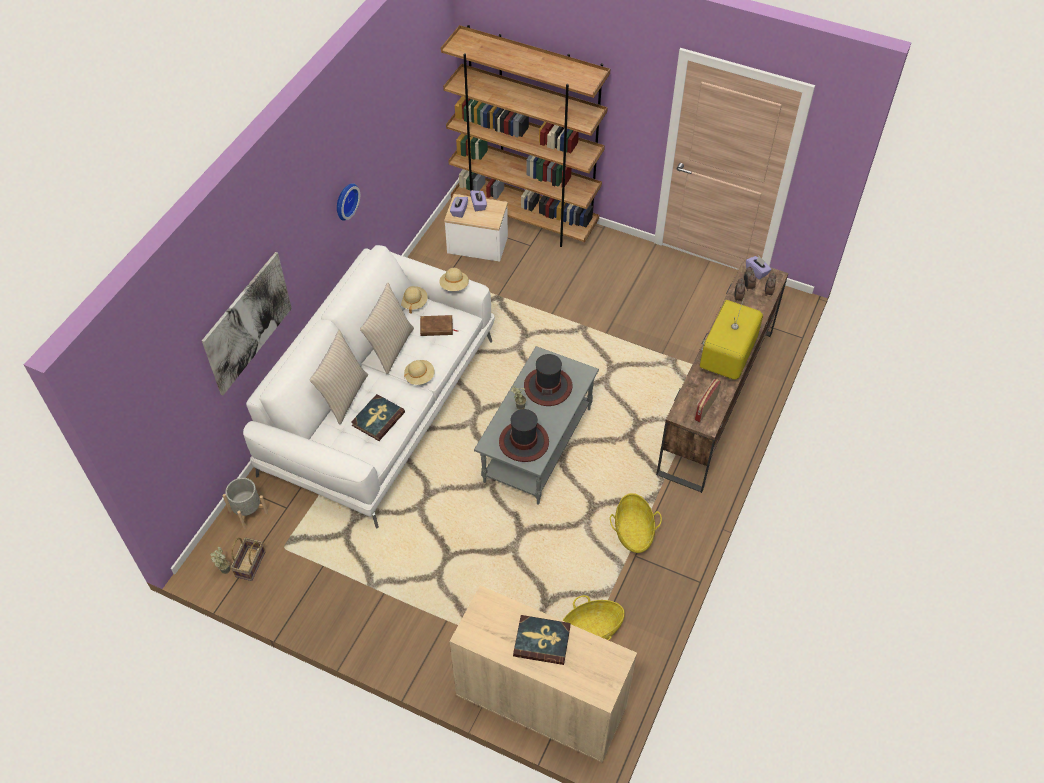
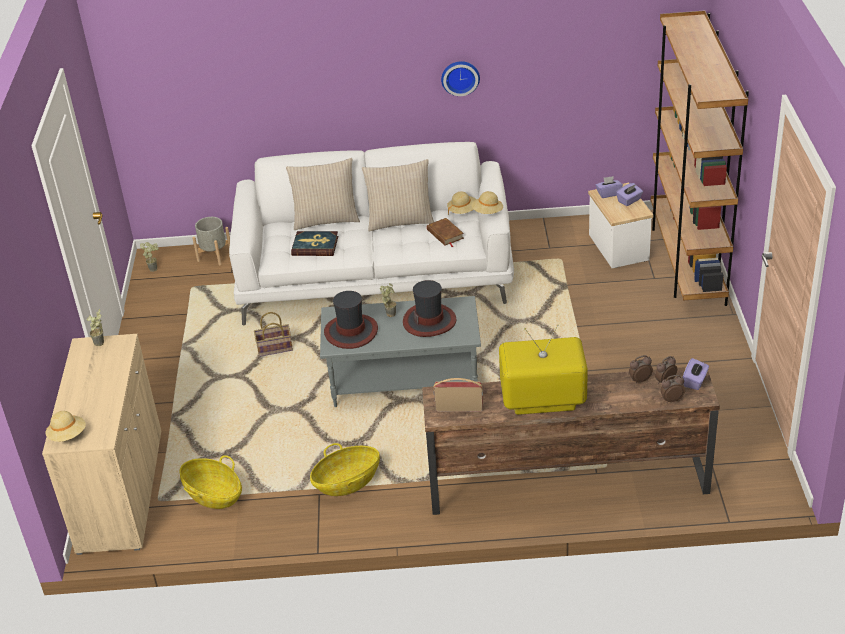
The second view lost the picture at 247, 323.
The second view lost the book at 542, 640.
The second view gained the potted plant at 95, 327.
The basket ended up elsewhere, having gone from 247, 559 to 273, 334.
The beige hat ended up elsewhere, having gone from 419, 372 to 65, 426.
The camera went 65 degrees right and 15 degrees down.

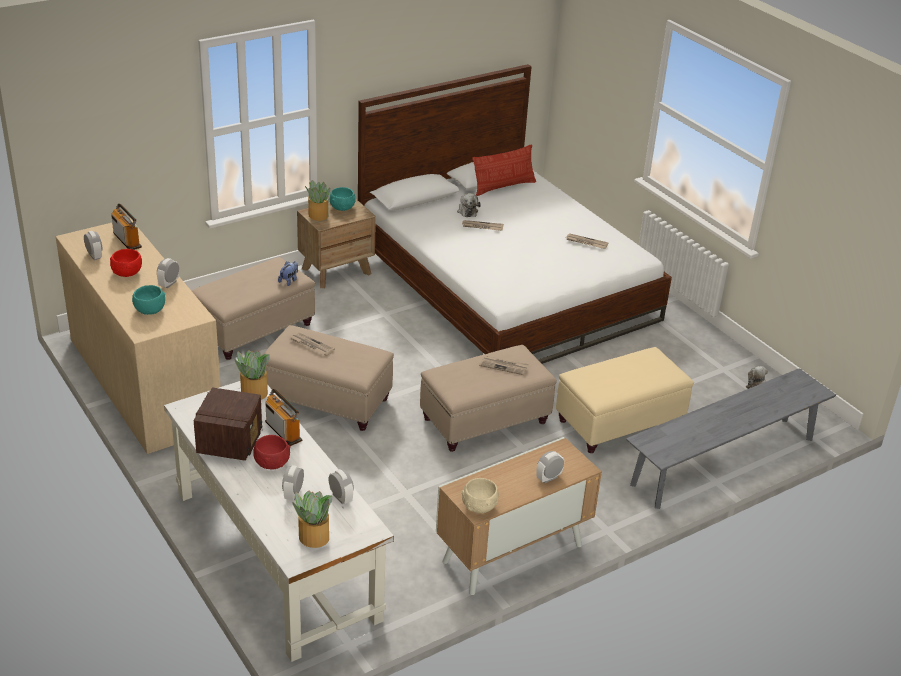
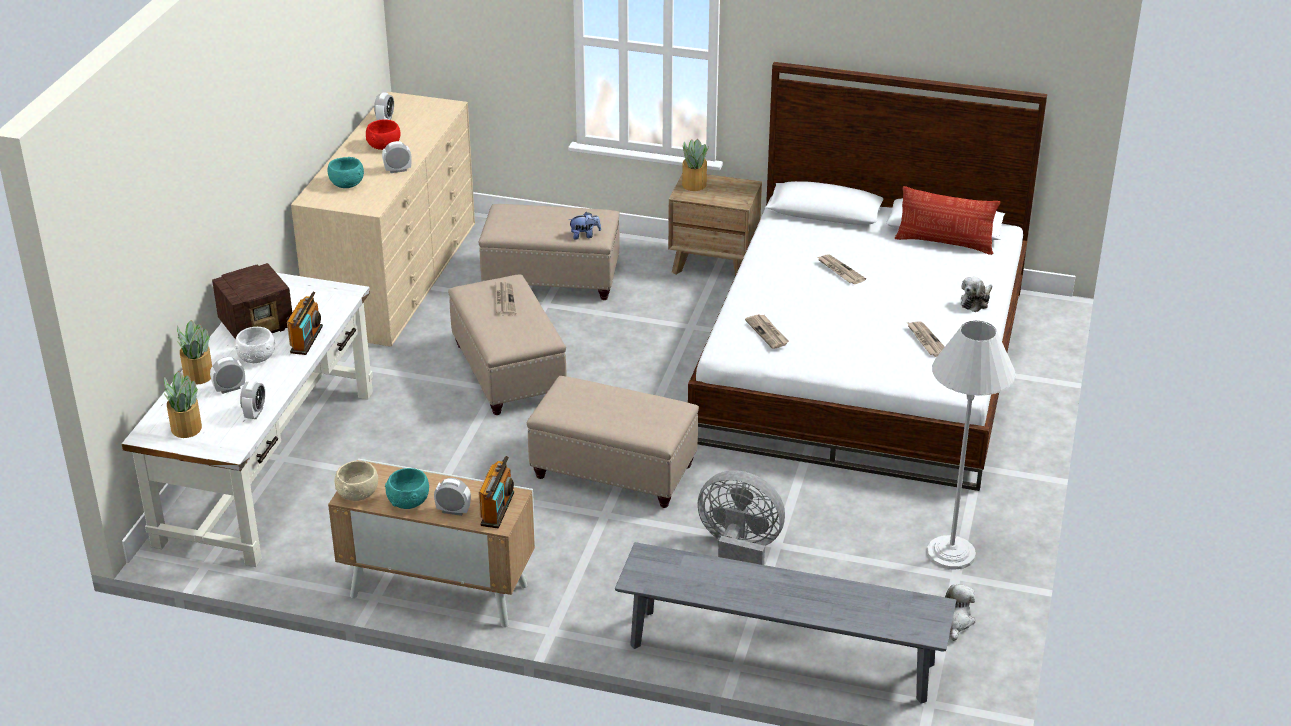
The second view gained the white floor lamp at 971, 445.
The radio ended up elsewhere, having gone from 126, 227 to 496, 492.
The potted plant ended up elsewhere, having gone from 252, 375 to 194, 352.
The turquoise bowl ended up elsewhere, having gone from 343, 199 to 407, 488.
The plush toy ended up elsewhere, having gone from 469, 205 to 977, 294.
The newspaper ended up elsewhere, having gone from 504, 365 to 767, 331.
Where the beige ottoman stood at 625, 400, the grey fan came to stand at 741, 517.
What was the red bowl at 271, 452 turned into the white bowl at 255, 345.
The camera went 50 degrees right and 0 degrees up.

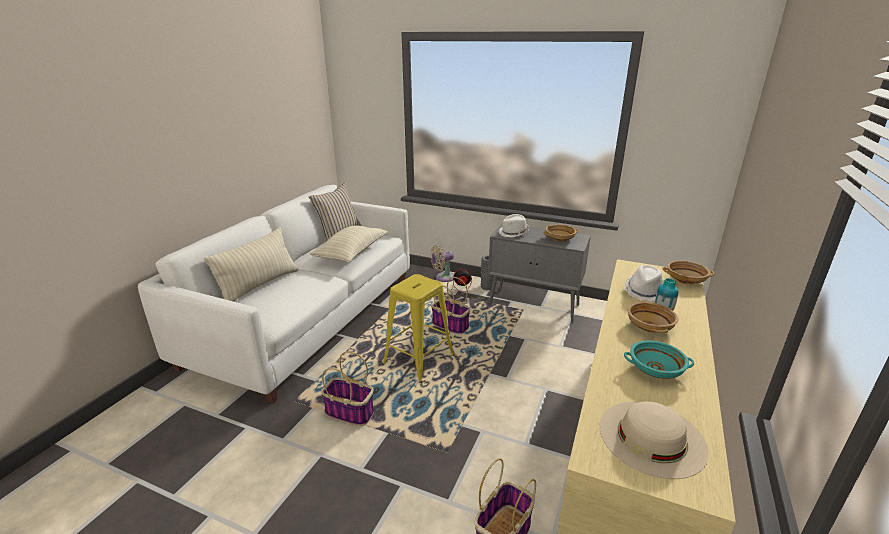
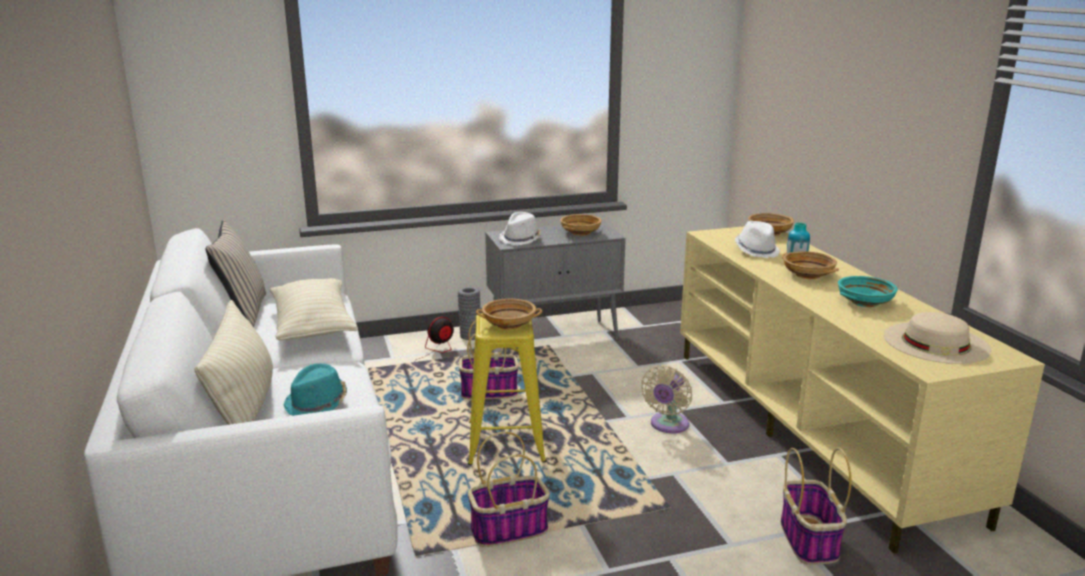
The second view gained the turquoise hat at 315, 389.
The second view gained the beige bowl at 509, 314.
The beige fan ended up elsewhere, having gone from 442, 263 to 666, 399.
The camera went 40 degrees left and 5 degrees down.

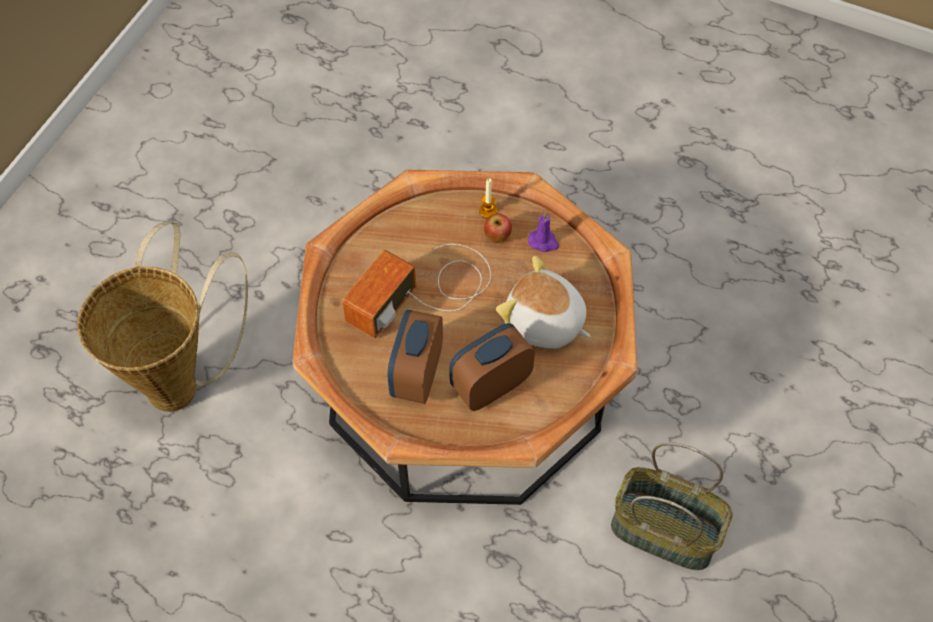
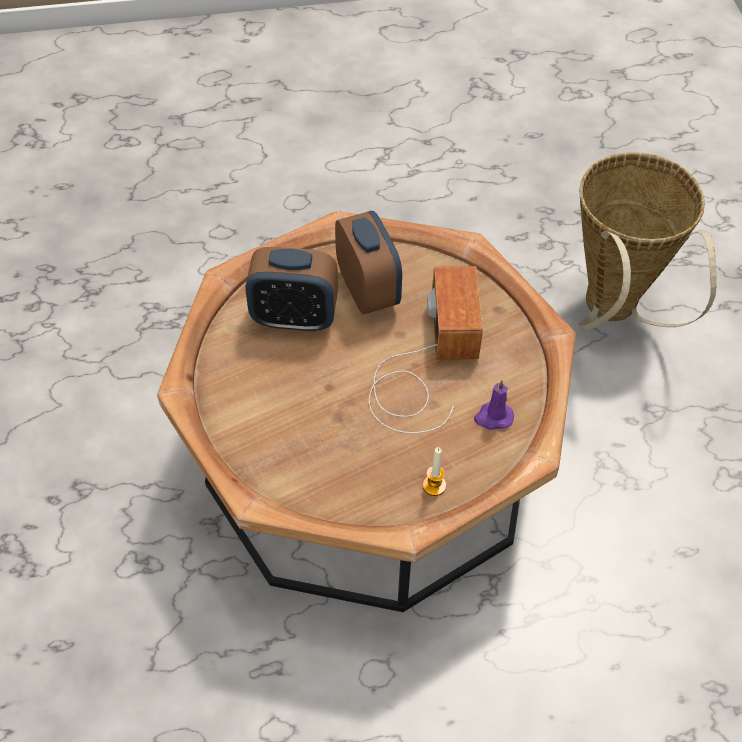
The second view lost the apple at 498, 228.
The second view lost the plush toy at 543, 302.
The second view lost the basket at 672, 506.
The purple candle ended up elsewhere, having gone from 543, 232 to 494, 405.
The alarm clock at 492, 367 ended up facing another way, 75 degrees clockwise from before.
The camera went 145 degrees right and 5 degrees down.

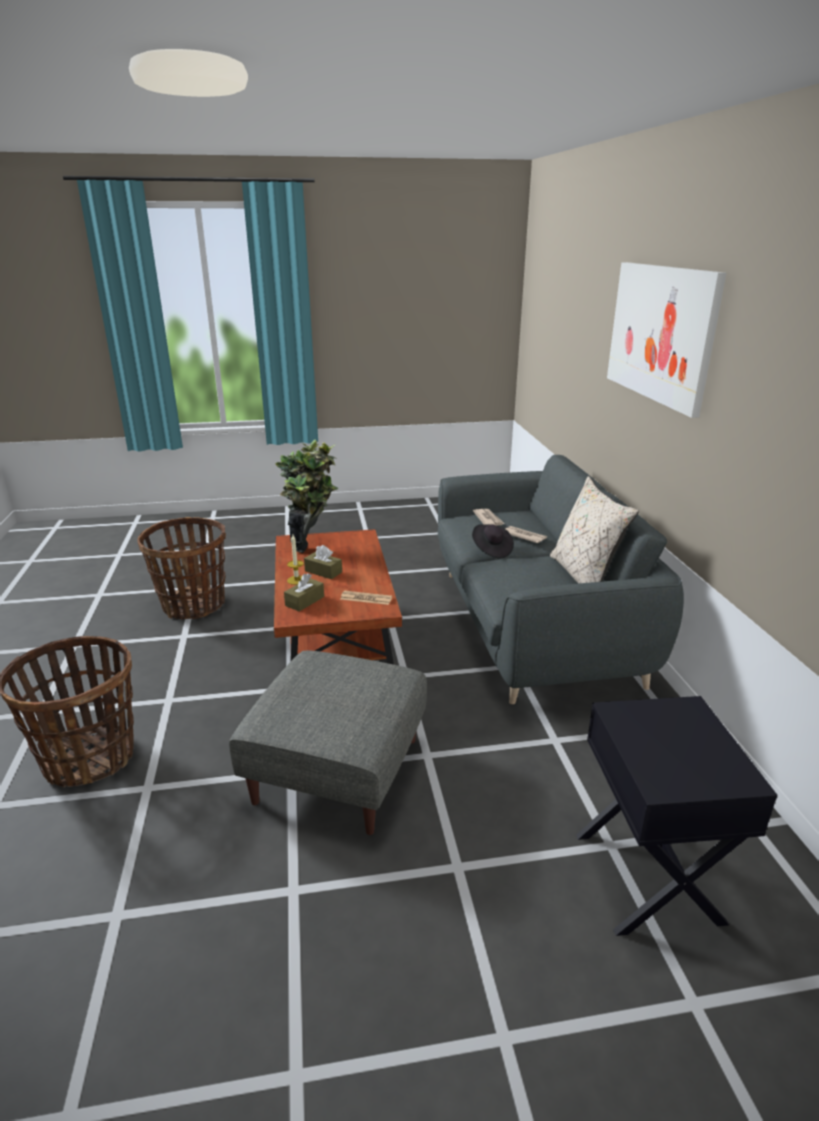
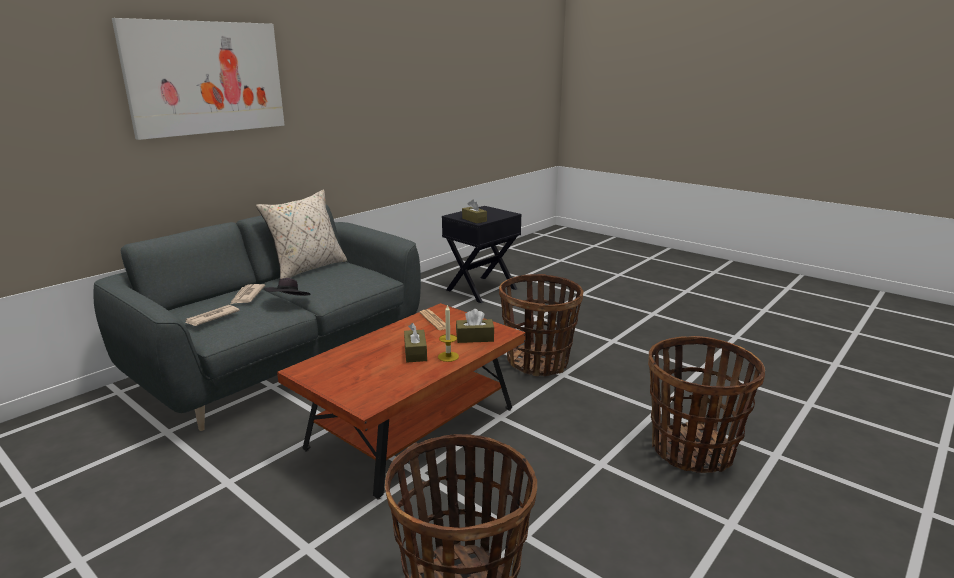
The second view lost the potted plant at 306, 496.
The second view gained the brown tissue box at 474, 211.
Where the grey ottoman stood at 328, 742, the basket came to stand at 541, 325.
The camera went 130 degrees left and 5 degrees down.

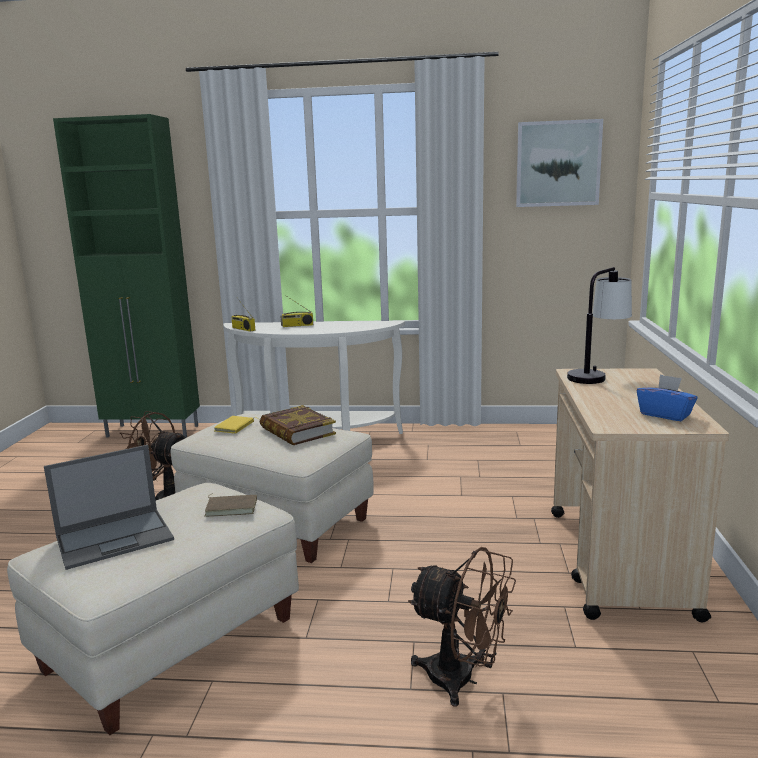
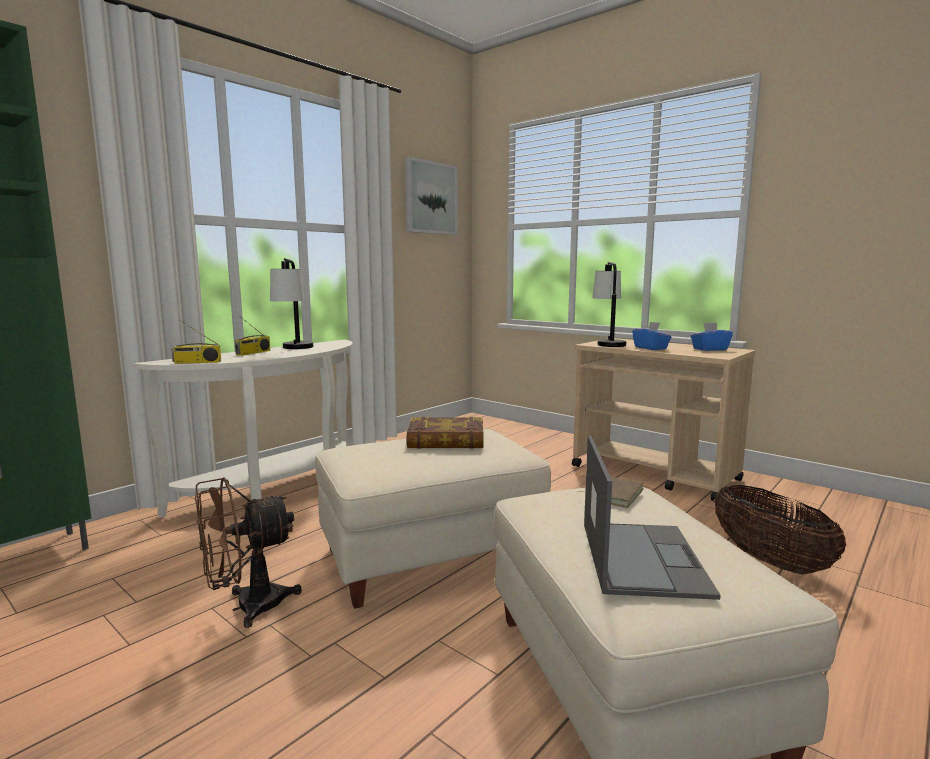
The second view lost the yellow book at 236, 425.
The second view gained the table lamp at 291, 303.
The second view gained the blue tissue box at 651, 336.
Where the brown fan stood at 462, 627, the basket came to stand at 780, 530.
The camera went 55 degrees left and 5 degrees down.

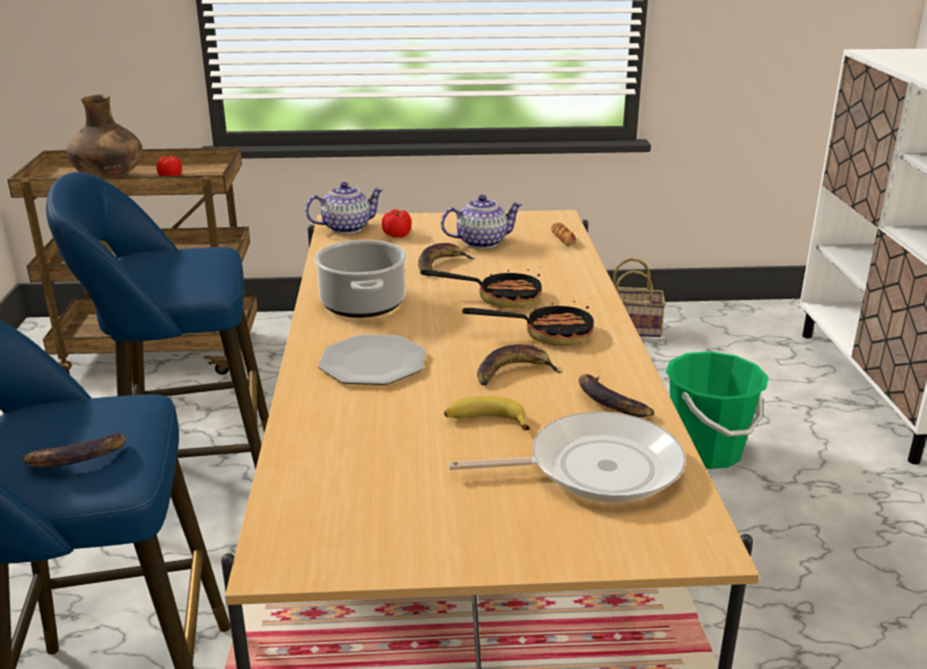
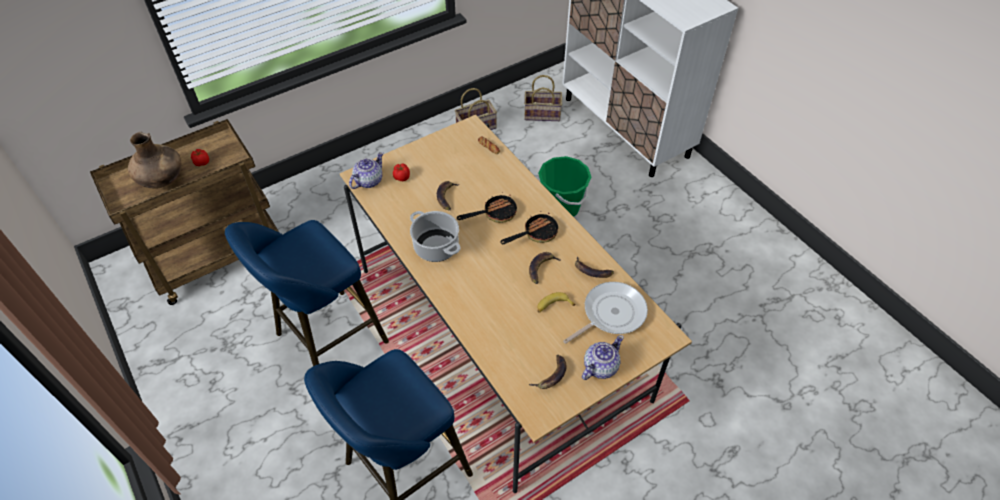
The second view lost the plate at 372, 359.
The second view gained the basket at 543, 98.
The banana ended up elsewhere, having gone from 73, 450 to 547, 372.
The teapot ended up elsewhere, having gone from 482, 222 to 603, 357.
The camera went 30 degrees left and 25 degrees up.

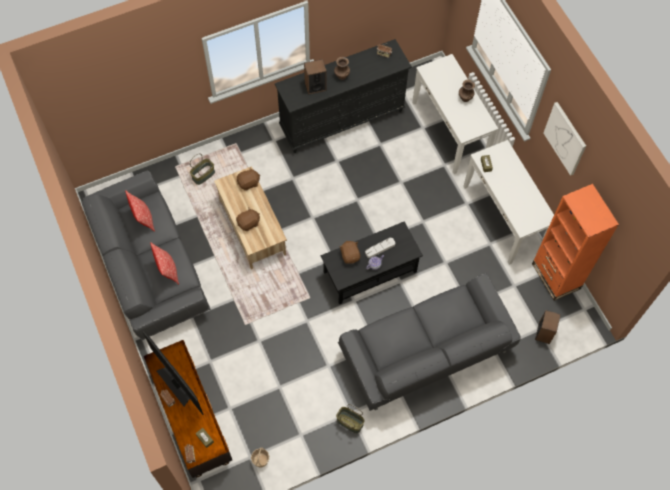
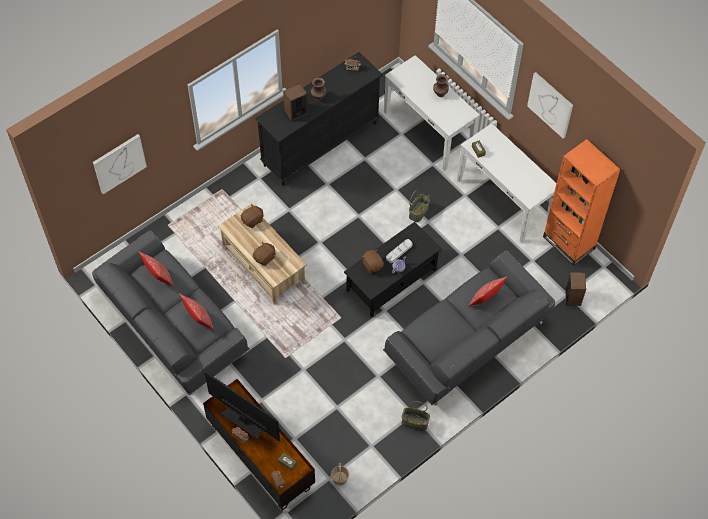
The second view gained the picture at 120, 164.
The second view gained the pillow at 487, 291.
The basket ended up elsewhere, having gone from 202, 169 to 419, 205.
The camera went 15 degrees left and 5 degrees down.

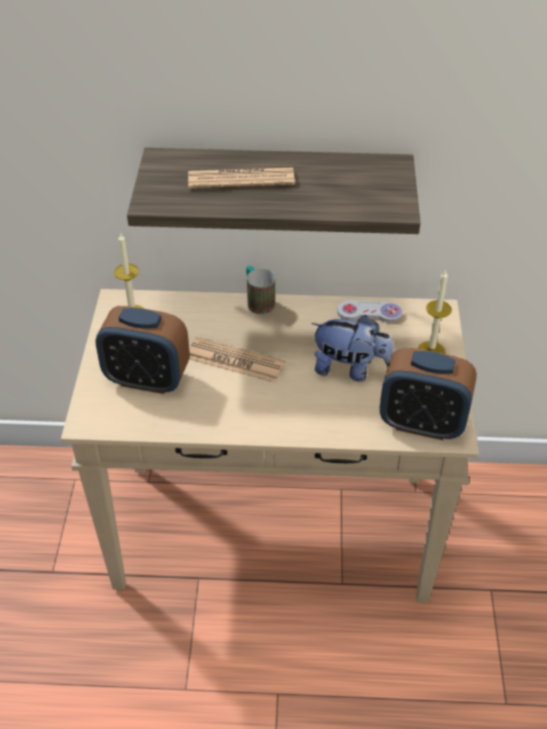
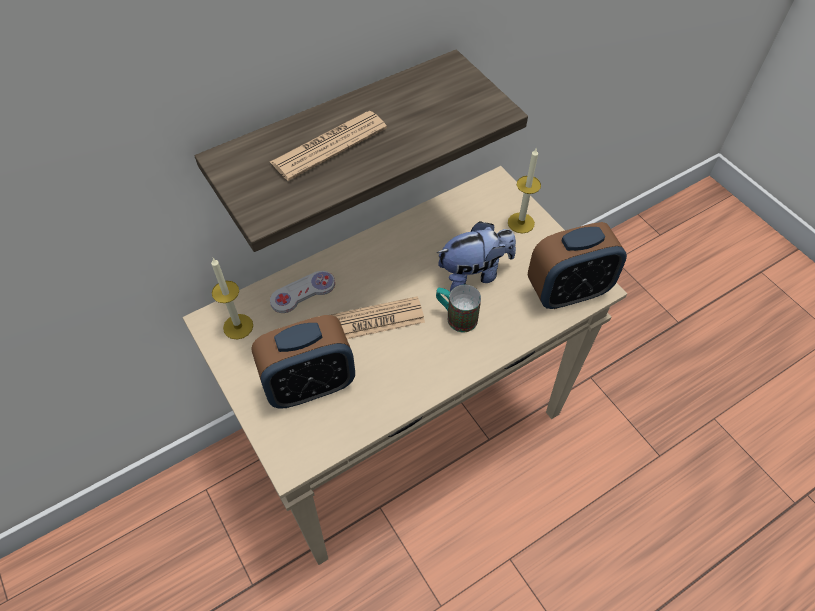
The mug ended up elsewhere, having gone from 260, 290 to 458, 308.
The white game controller ended up elsewhere, having gone from 370, 311 to 302, 292.
The camera went 35 degrees left and 10 degrees up.

